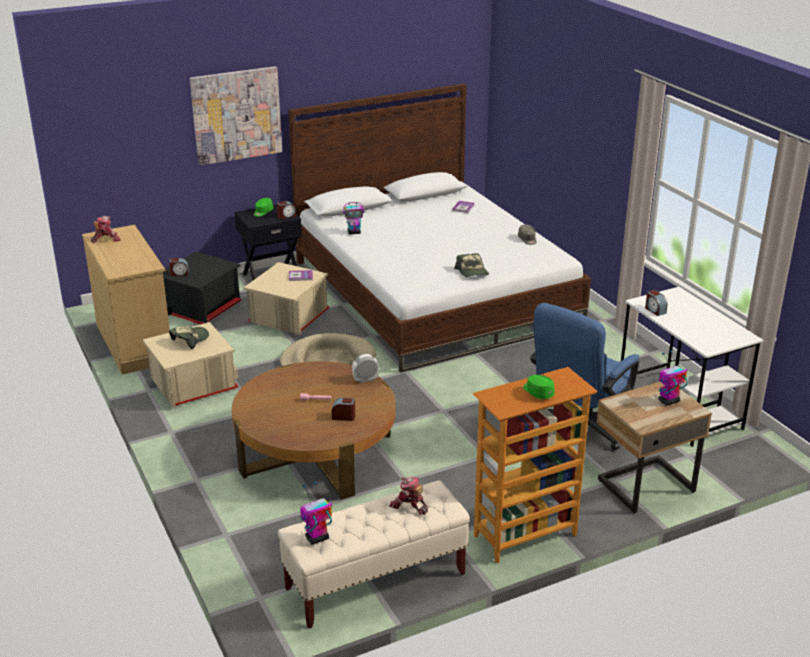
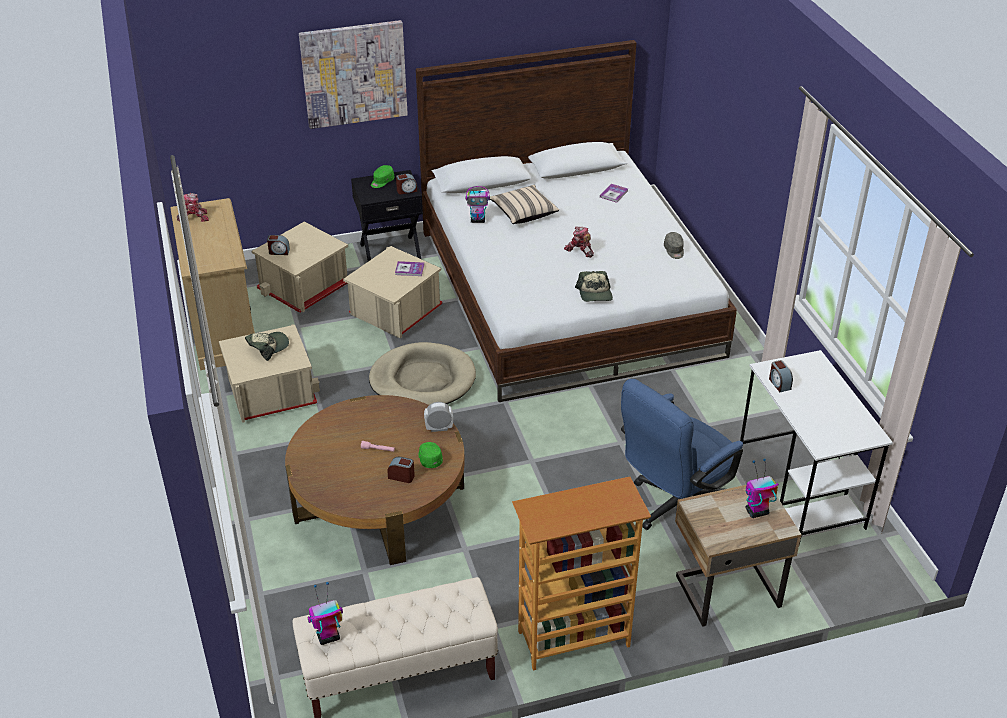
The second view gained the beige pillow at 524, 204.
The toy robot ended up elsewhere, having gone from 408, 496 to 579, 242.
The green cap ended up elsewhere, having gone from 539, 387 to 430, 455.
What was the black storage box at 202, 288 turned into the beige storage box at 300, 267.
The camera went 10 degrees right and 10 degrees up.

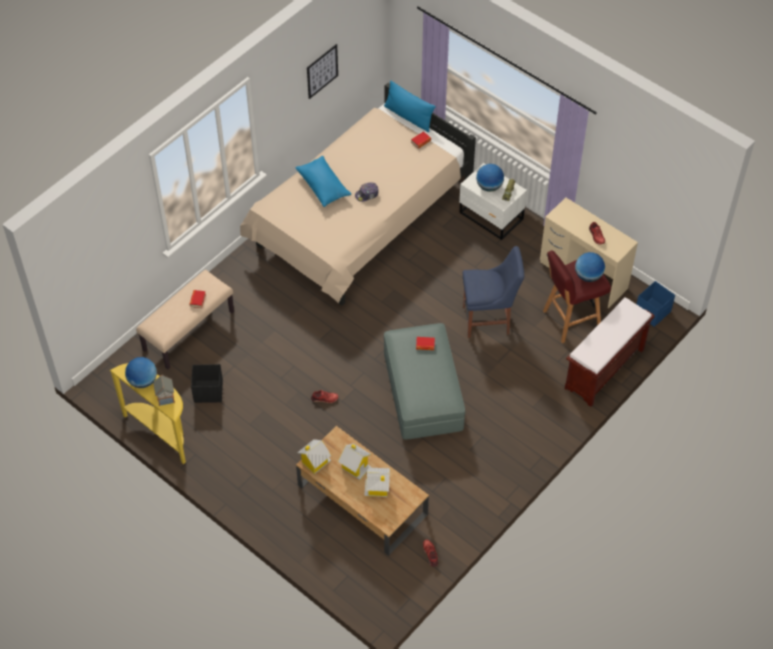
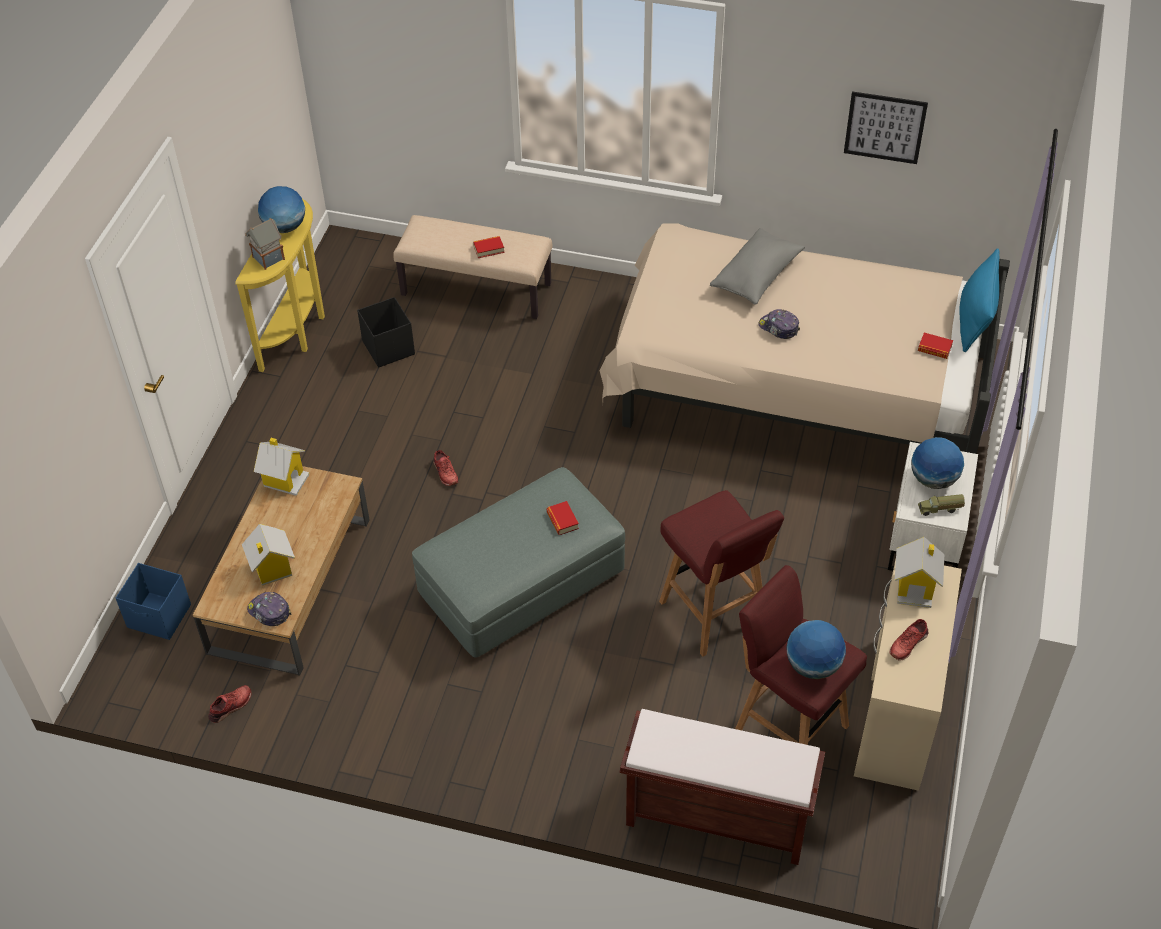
The second view gained the cap at 269, 609.
The toy house ended up elsewhere, having gone from 354, 461 to 919, 572.
The blue storage box ended up elsewhere, having gone from 656, 304 to 153, 601.
Where the blue chair stood at 493, 292, the red stool came to stand at 721, 573.
What was the blue pillow at 323, 181 turned into the grey pillow at 757, 266.
The camera went 65 degrees right and 5 degrees down.

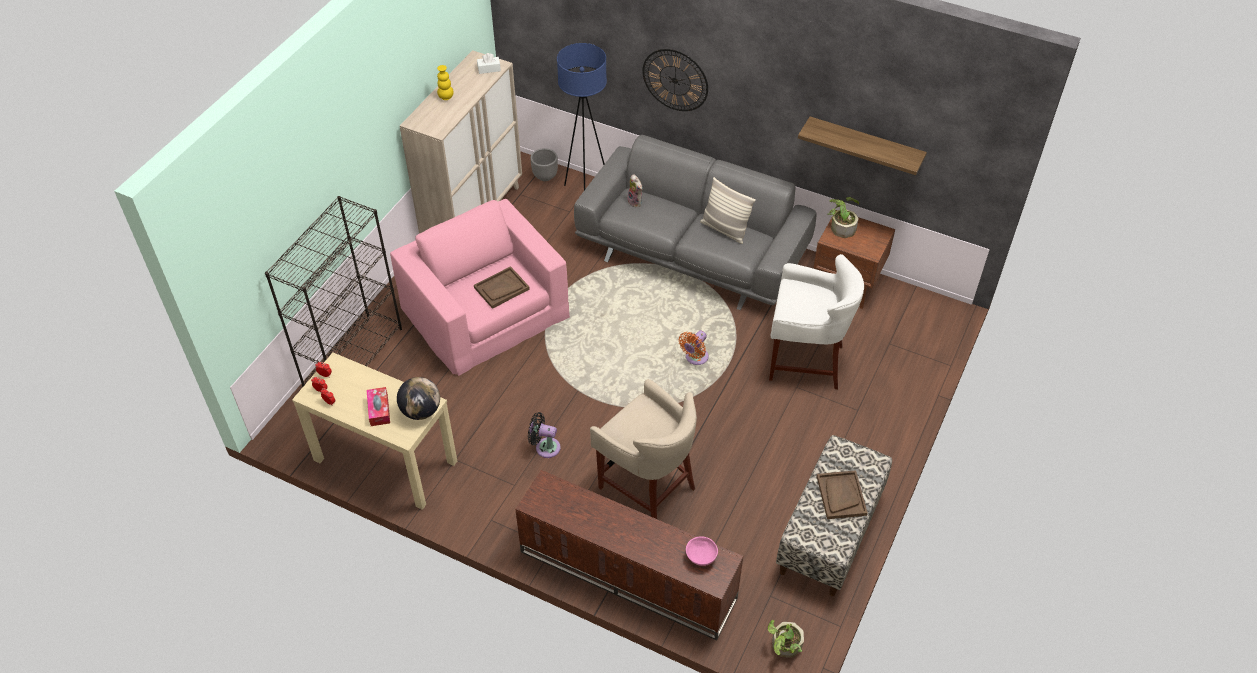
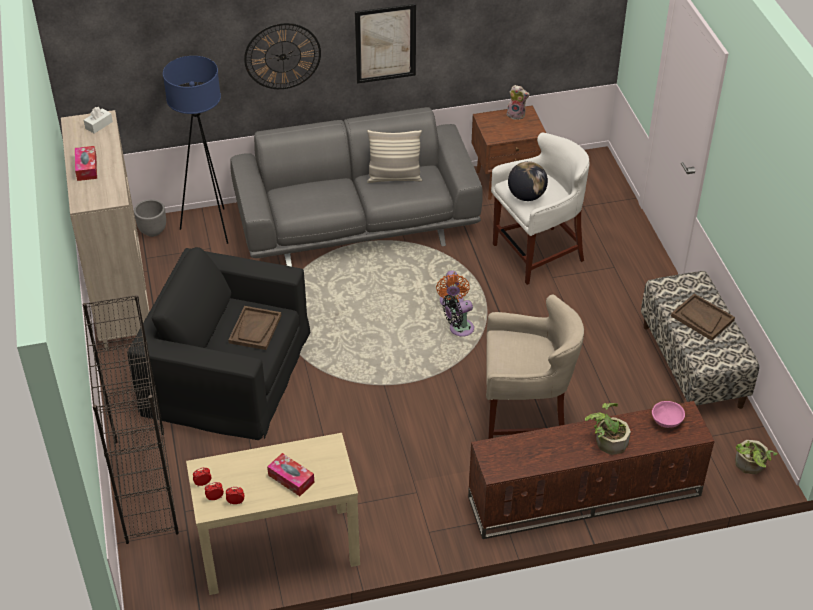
The second view lost the shelf at 862, 146.
The second view gained the picture at 385, 44.
The globe ended up elsewhere, having gone from 418, 398 to 528, 181.
The black fan ended up elsewhere, having gone from 544, 435 to 458, 316.
The plush toy ended up elsewhere, having gone from 635, 190 to 518, 102.
The potted plant ended up elsewhere, having gone from 843, 217 to 608, 429.
Where the yellow vase stood at 445, 82, the tissue box came to stand at 86, 163.
What was the pink armchair at 480, 287 turned into the black armchair at 218, 343.
The camera went 40 degrees left and 5 degrees down.

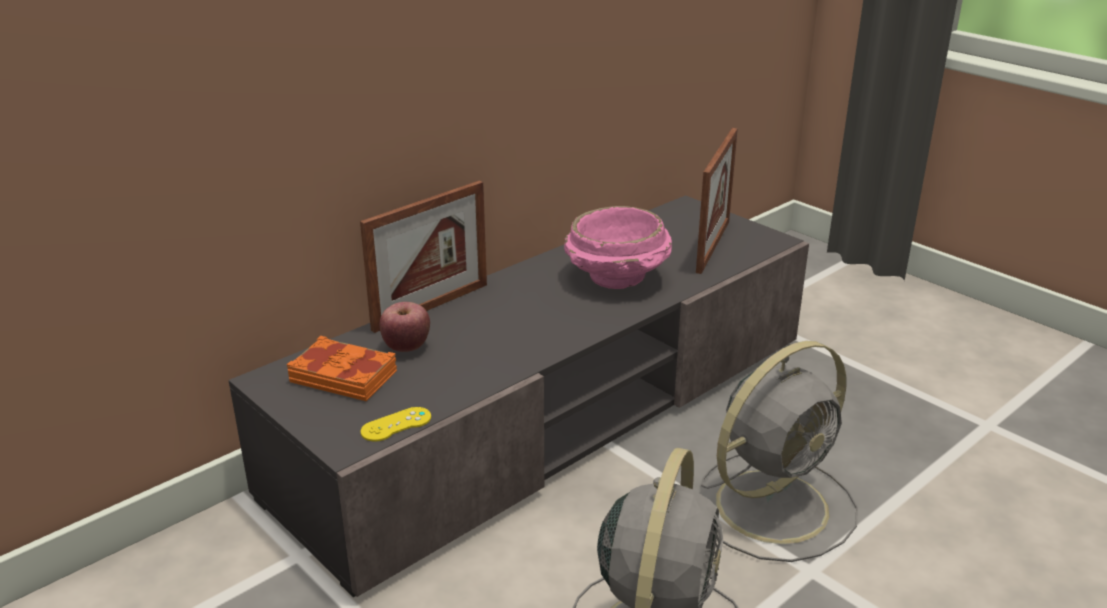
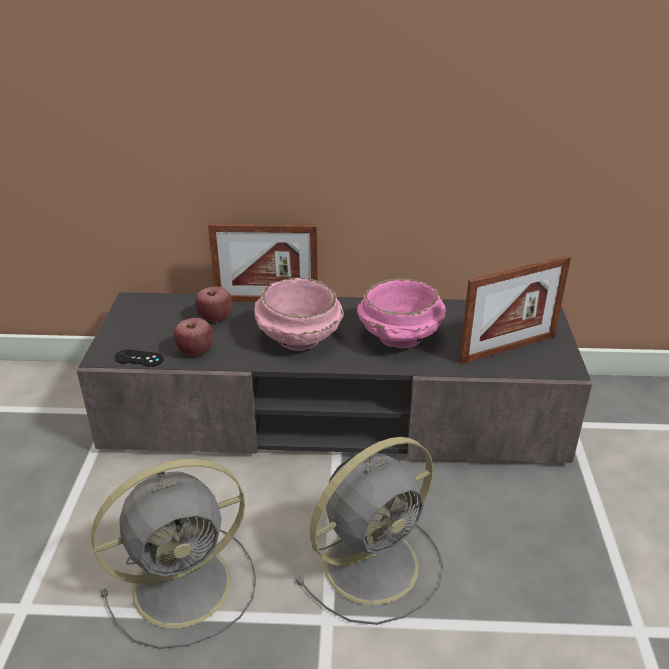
The second view lost the orange book at 341, 368.
The second view gained the apple at 194, 337.
The second view gained the pink bowl at 299, 314.
What was the yellow game controller at 396, 424 turned into the black game controller at 139, 358.
The grey fan at 779, 451 ended up facing another way, 45 degrees counterclockwise from before.
The camera went 45 degrees right and 5 degrees up.

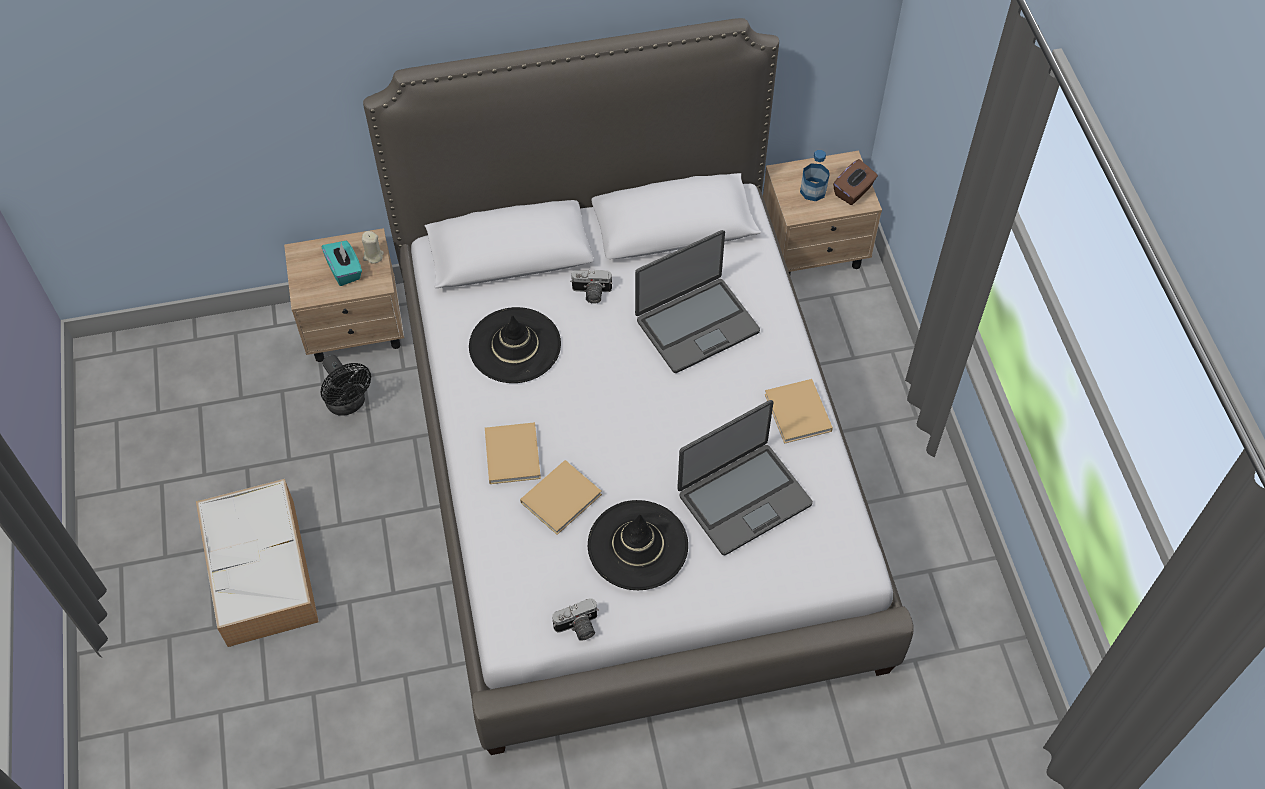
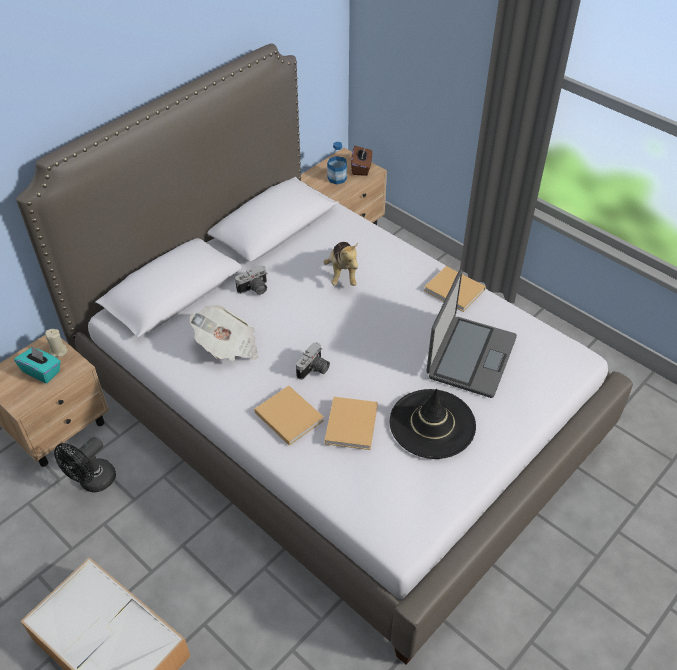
The photo camera ended up elsewhere, having gone from 575, 619 to 313, 361.
Where the black hat stood at 515, 345, the newspaper came to stand at 223, 333.
Where the laptop stood at 697, 301, the plush toy came to stand at 341, 264.
The black fan at 346, 385 ended up facing another way, 105 degrees clockwise from before.
The camera went 35 degrees left and 10 degrees down.

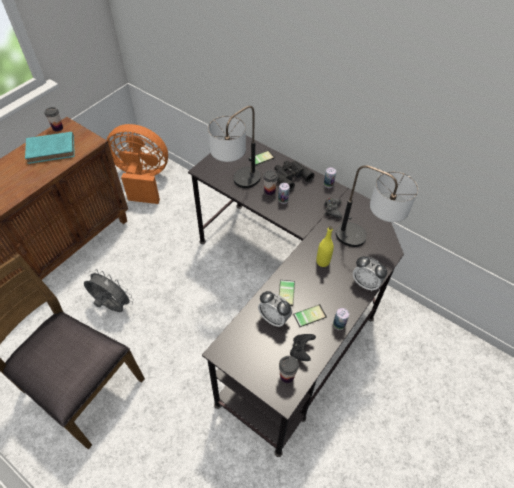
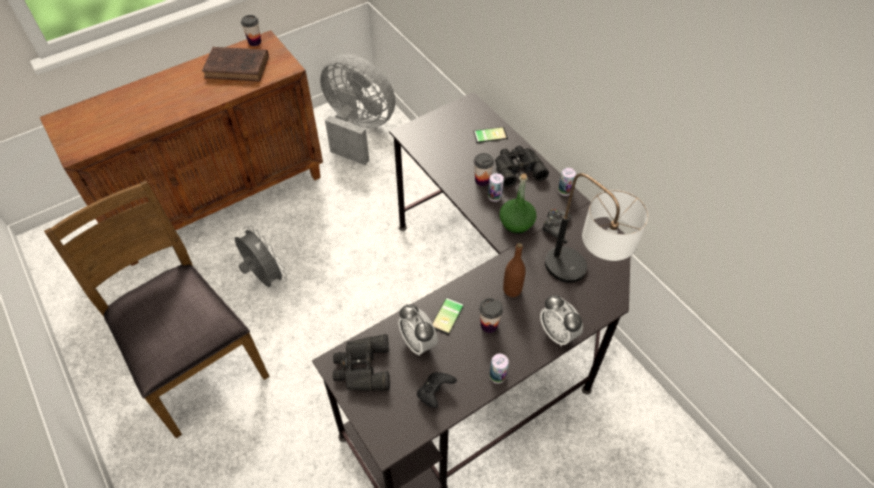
The second view lost the table lamp at 234, 147.
The second view lost the phone at 310, 315.
The second view gained the black binoculars at 361, 362.
The second view gained the green bottle at 517, 204.
The cup ended up elsewhere, having gone from 289, 369 to 491, 315.
What was the turquoise book at 50, 148 turned into the brown book at 235, 64.
What was the orange fan at 137, 164 turned into the grey fan at 358, 109.
What was the yellow bottle at 325, 246 turned into the brown bottle at 514, 270.
The camera went 20 degrees right and 0 degrees up.

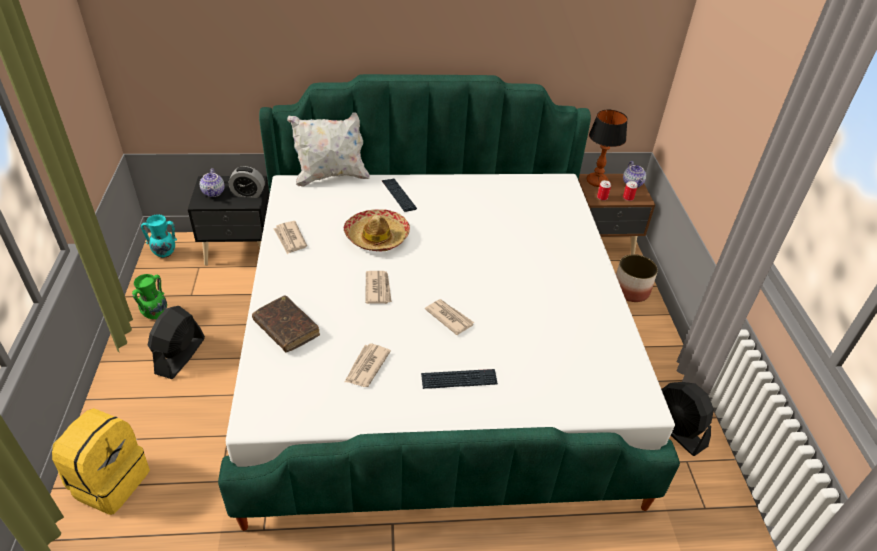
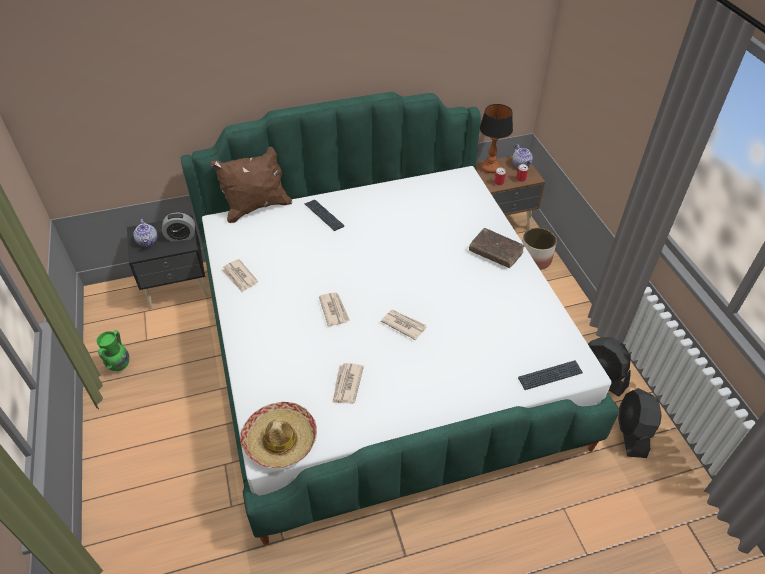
The second view lost the yellow backpack at 101, 461.
The second view lost the turquoise vase at 159, 236.
The black fan ended up elsewhere, having gone from 176, 342 to 640, 423.
The brown book ended up elsewhere, having gone from 286, 323 to 497, 248.
The hat ended up elsewhere, having gone from 377, 230 to 278, 435.
The keyboard ended up elsewhere, having gone from 459, 379 to 550, 375.
What was the white pillow at 328, 149 turned into the brown pillow at 251, 185.
The camera went 10 degrees left and 5 degrees up.

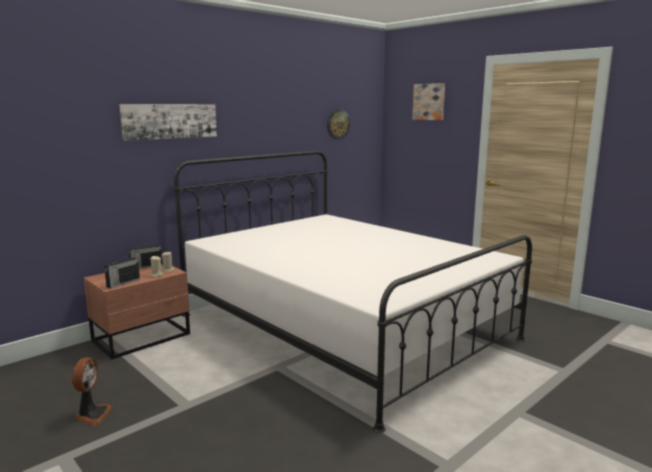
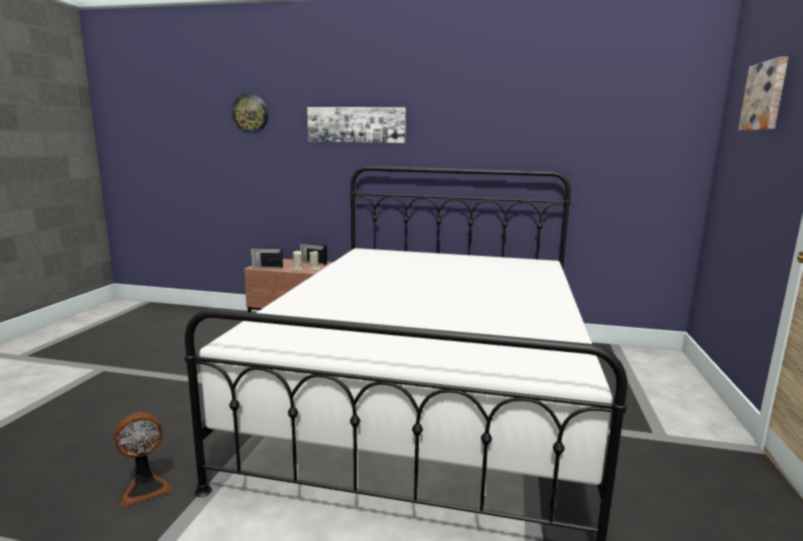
The fan ended up elsewhere, having gone from 92, 391 to 143, 460.
The wall clock ended up elsewhere, having gone from 338, 124 to 250, 114.
The camera went 55 degrees right and 0 degrees up.

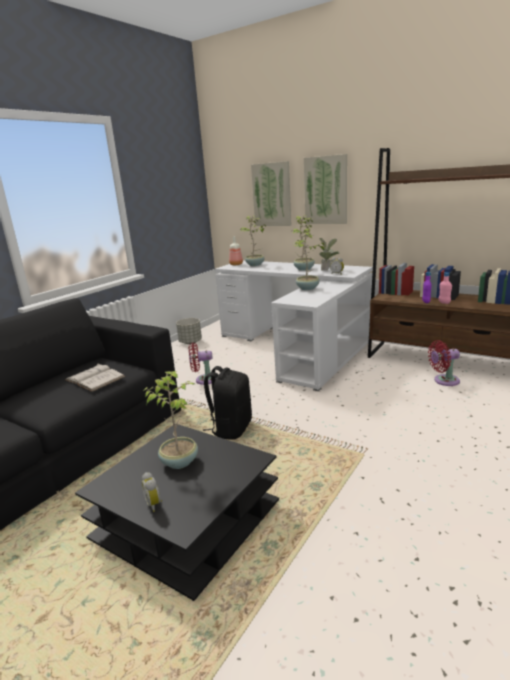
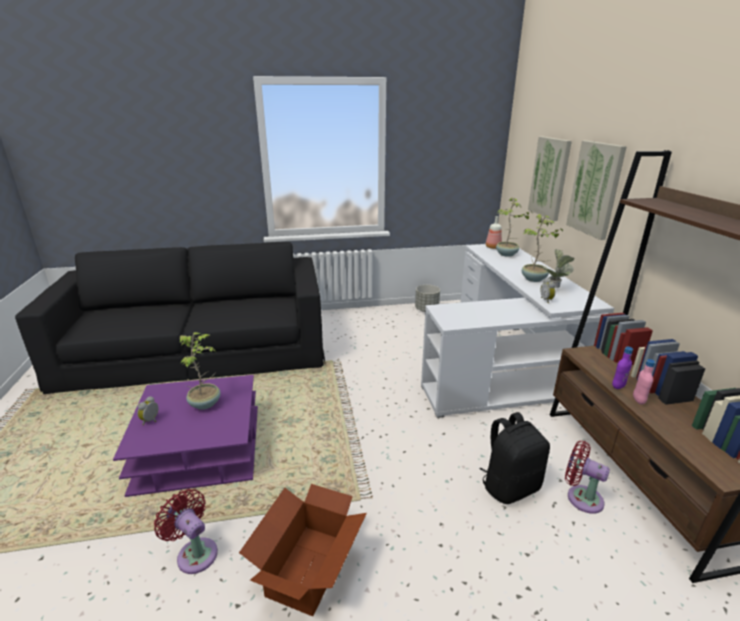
The second view lost the white book at 95, 377.
The second view lost the potted plant at 309, 259.
The second view gained the cardboard box at 303, 550.
The red fan ended up elsewhere, having gone from 202, 364 to 186, 531.
The black backpack ended up elsewhere, having gone from 227, 403 to 514, 458.
What was the black coffee table at 177, 512 turned into the purple coffee table at 185, 436.
The camera went 45 degrees right and 5 degrees up.

